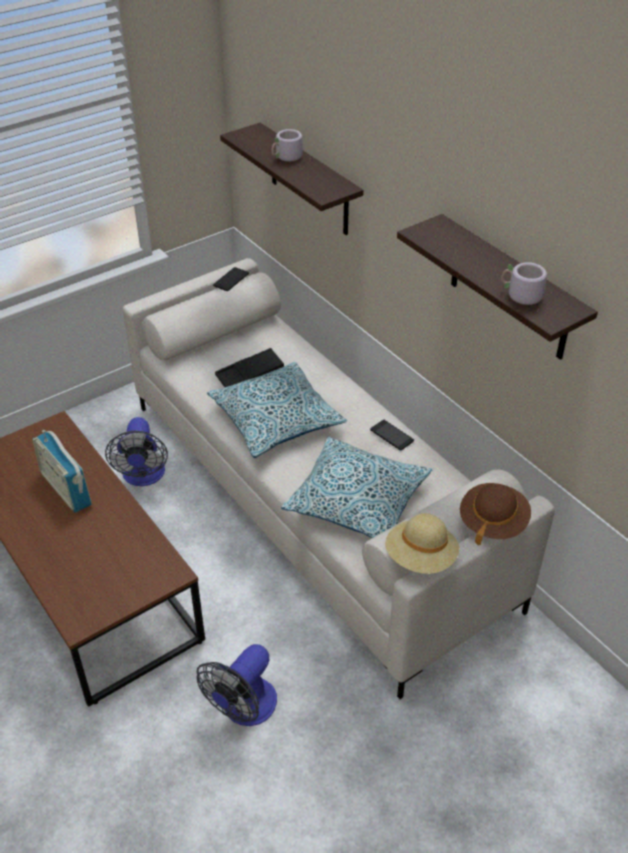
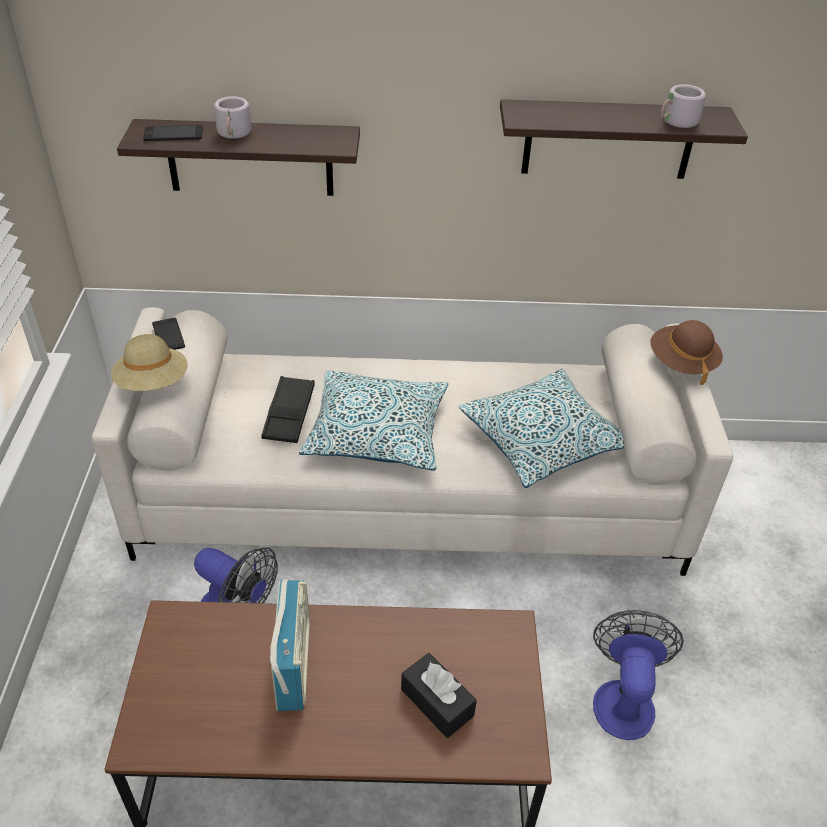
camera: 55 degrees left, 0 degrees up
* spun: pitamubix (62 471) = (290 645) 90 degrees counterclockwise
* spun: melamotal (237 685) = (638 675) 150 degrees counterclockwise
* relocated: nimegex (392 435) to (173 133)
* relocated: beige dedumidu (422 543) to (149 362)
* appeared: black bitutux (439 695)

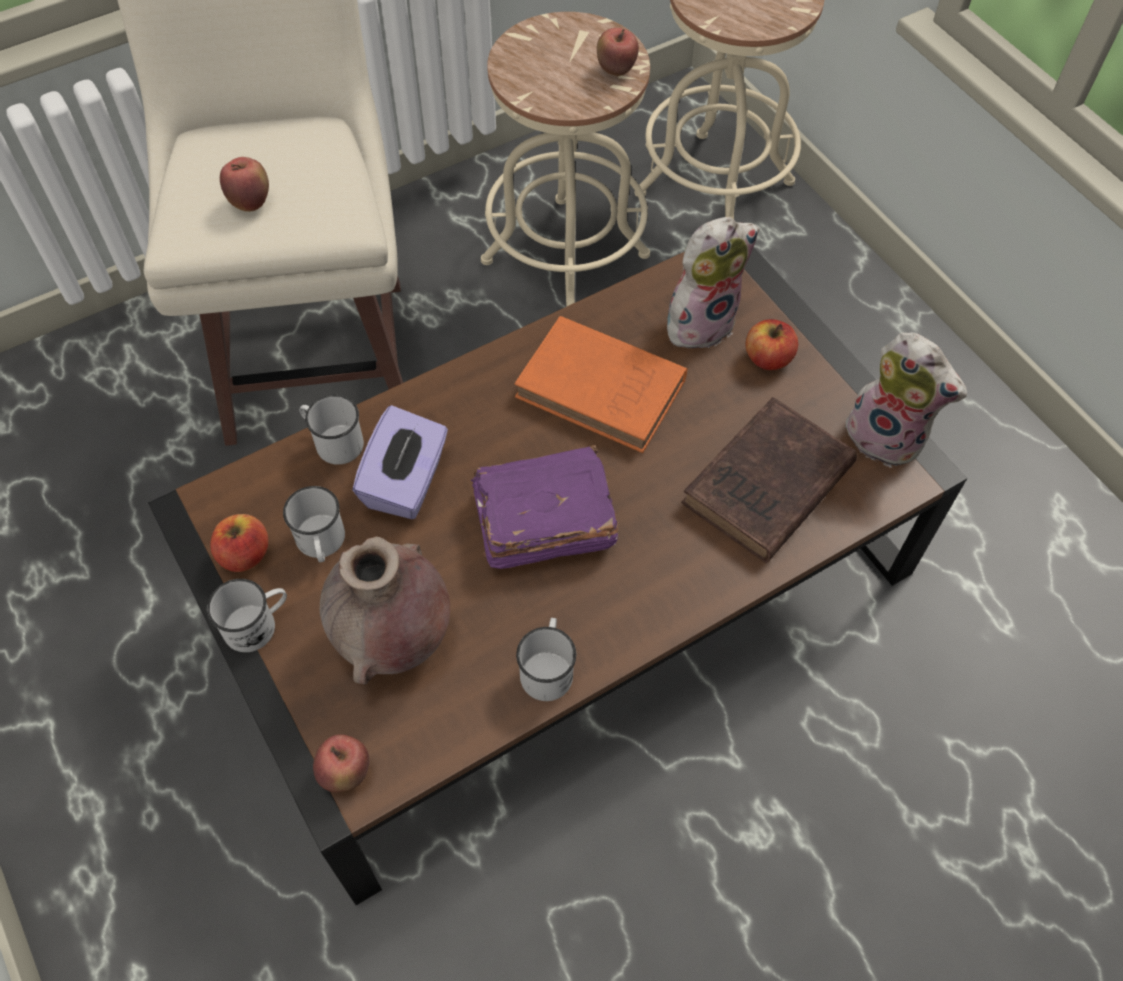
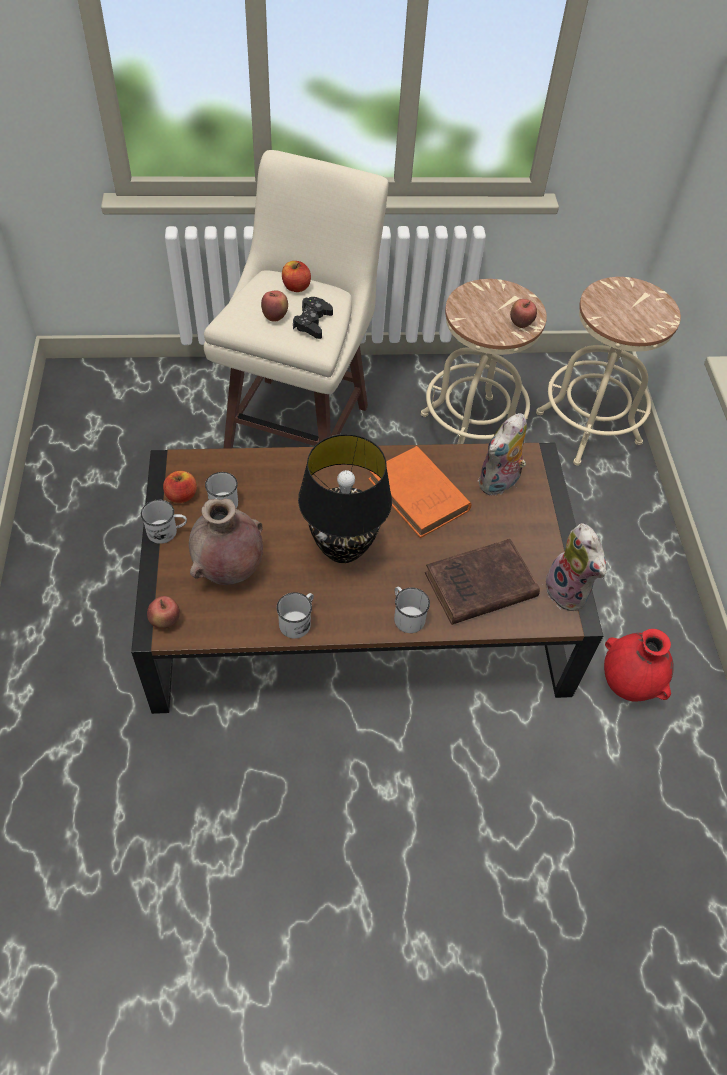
camera: 25 degrees right, 5 degrees down
* relocated: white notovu (331 430) to (412 610)
* missing: purple bitutux (400 462)
* exchanged: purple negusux (544 507) to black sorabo (345 498)
* spun: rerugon (713 284) = (502 454) 135 degrees clockwise
* relocated: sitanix (772 344) to (296 276)
* appeared: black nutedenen (313 318)
* appeared: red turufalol (639 665)

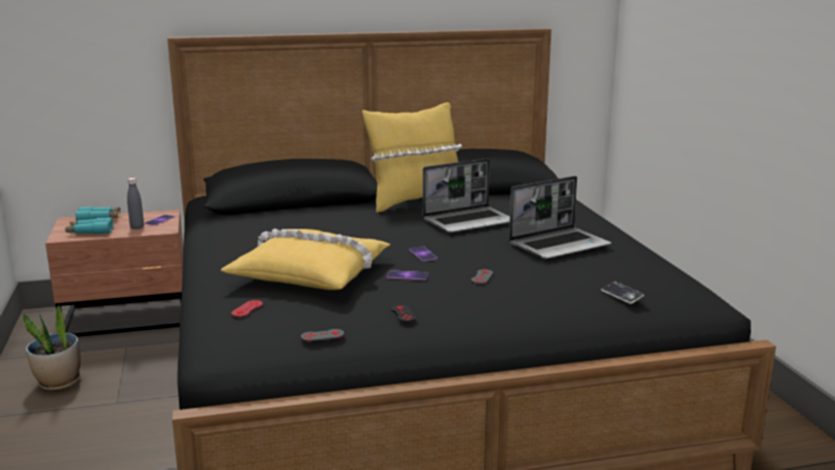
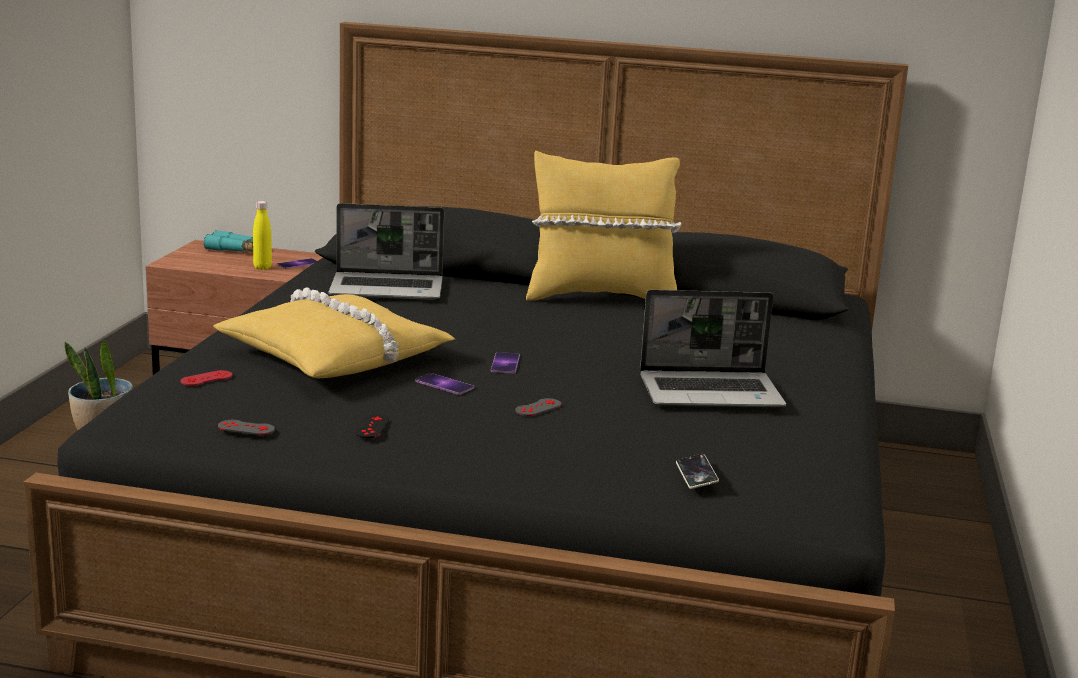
camera: 25 degrees right, 0 degrees up
* missing: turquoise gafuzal (89 225)
* colour: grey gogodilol (135 203) to yellow gogodilol (262 235)
* relocated: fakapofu (466 195) to (386 251)

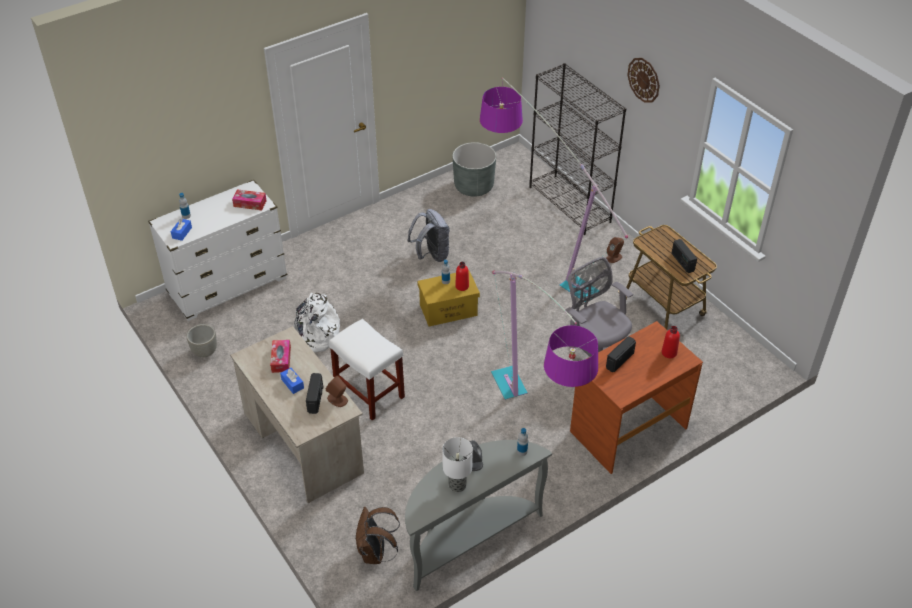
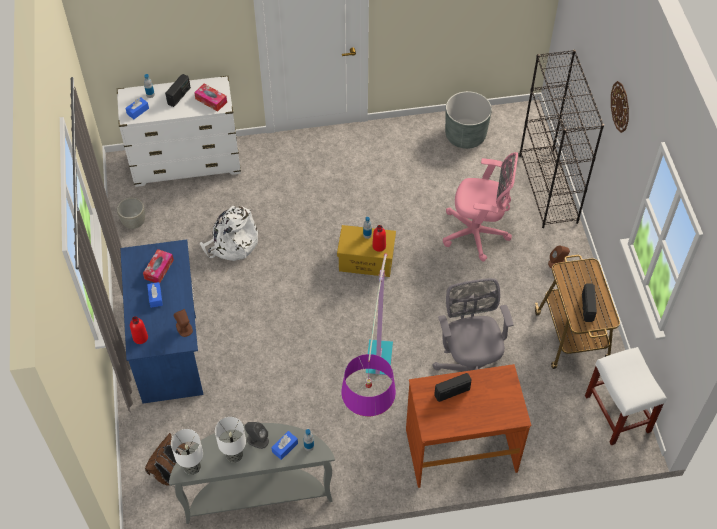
camera: 25 degrees right, 10 degrees up
* colour: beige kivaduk (297 414) to blue kivaduk (161 321)
* relocated: pitamubix (314 393) to (178 90)
* relocated: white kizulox (367 370) to (626 396)
* missing: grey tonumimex (428 235)
* exchanged: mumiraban (554 189) to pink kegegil (480 207)
* relocated: red gogodilol (671 342) to (139 330)
* appeared: sorabo (187 452)
* appeared: blue bitutux (284 445)

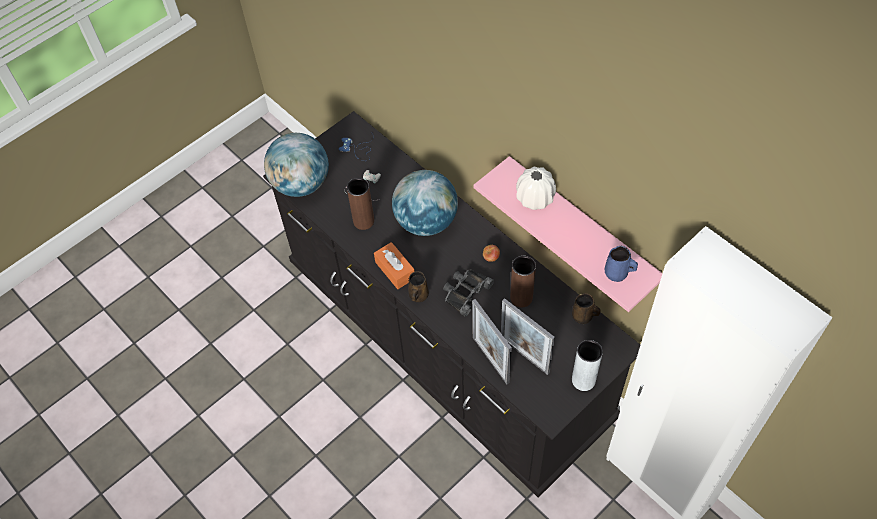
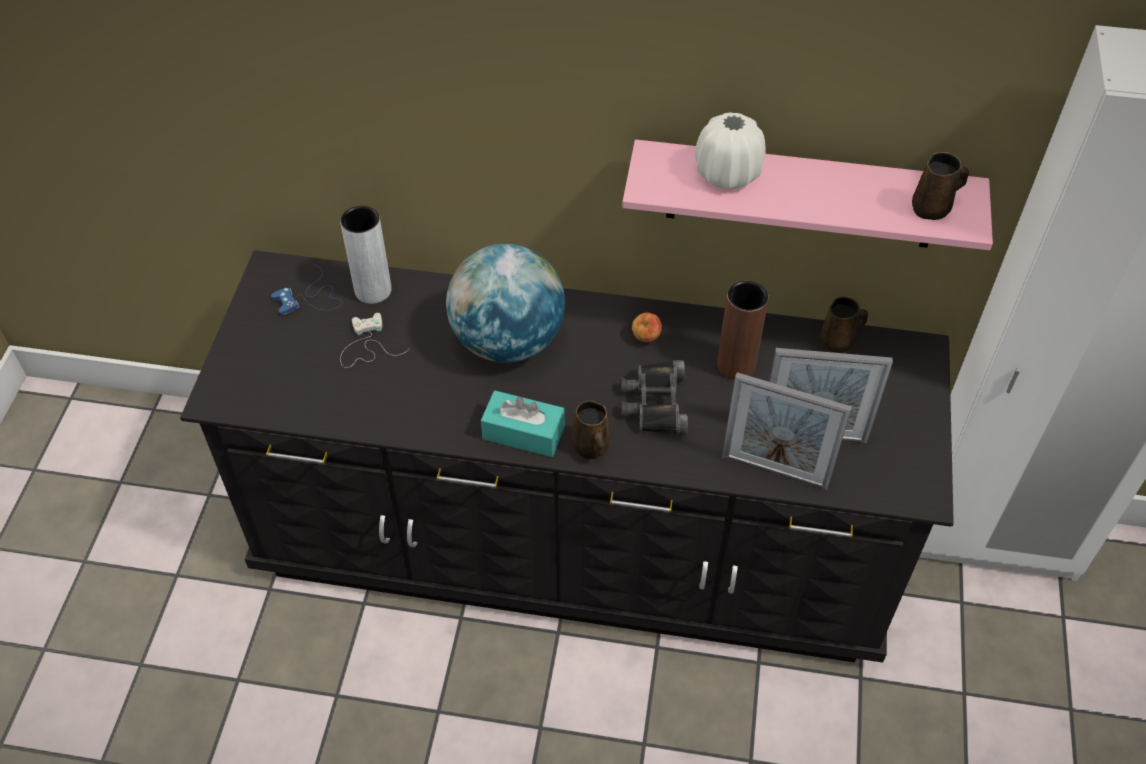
camera: 40 degrees left, 5 degrees down
* missing: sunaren (296 165)
* missing: brown turufalol (360 204)
* colour: orange bitutux (394 265) to turquoise bitutux (523 423)
* relocated: grey turufalol (587 365) to (365 255)
* colour: blue notovu (621 264) to brown notovu (940 186)

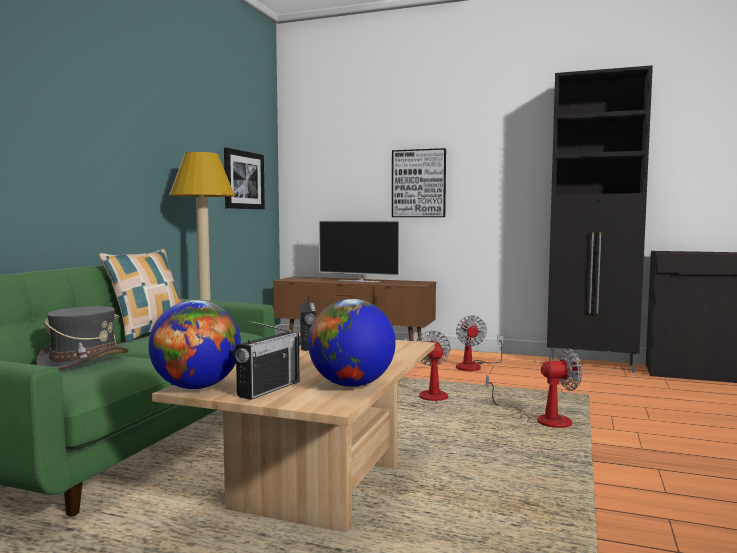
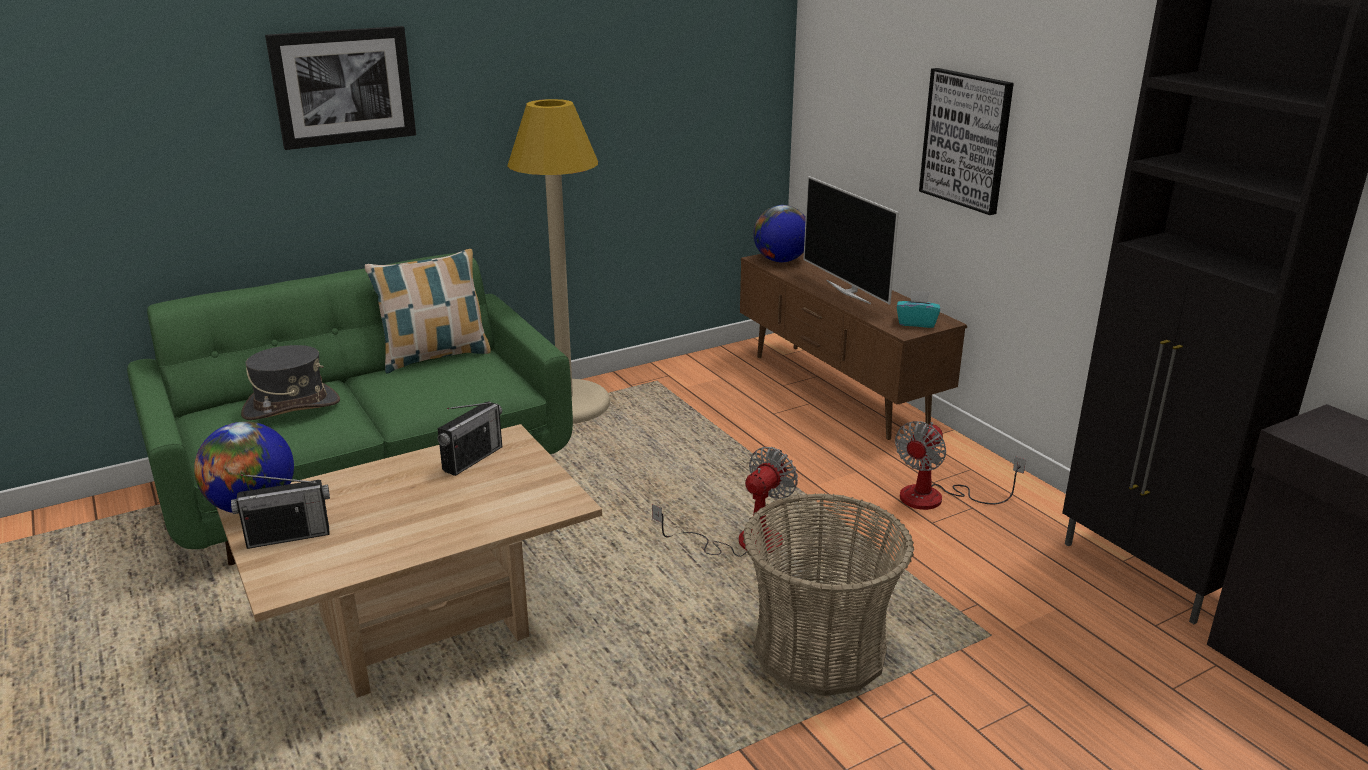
camera: 40 degrees right, 20 degrees up
* relocated: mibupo (244 178) to (340 88)
* relocated: sunaren (352 343) to (780 233)
* exchanged: melamotal (534 388) to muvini (828 594)
* appeared: turquoise bitutux (918 309)

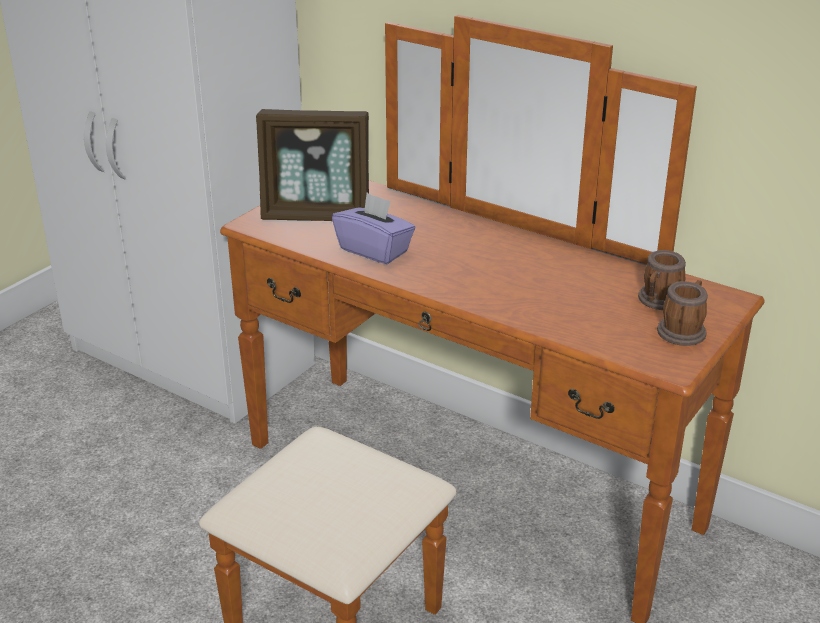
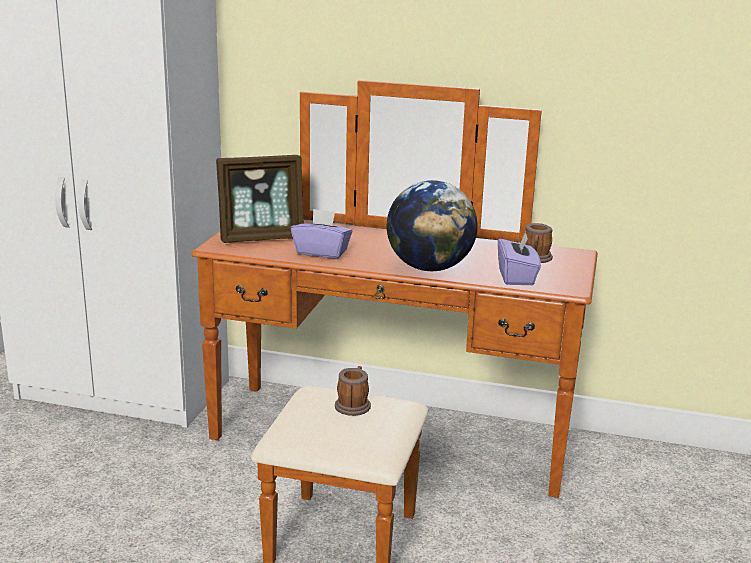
camera: 20 degrees left, 10 degrees down
* relocated: notovu (682 313) to (353 391)
* appeared: sunaren (432 225)
* appeared: purple bitutux (519 258)

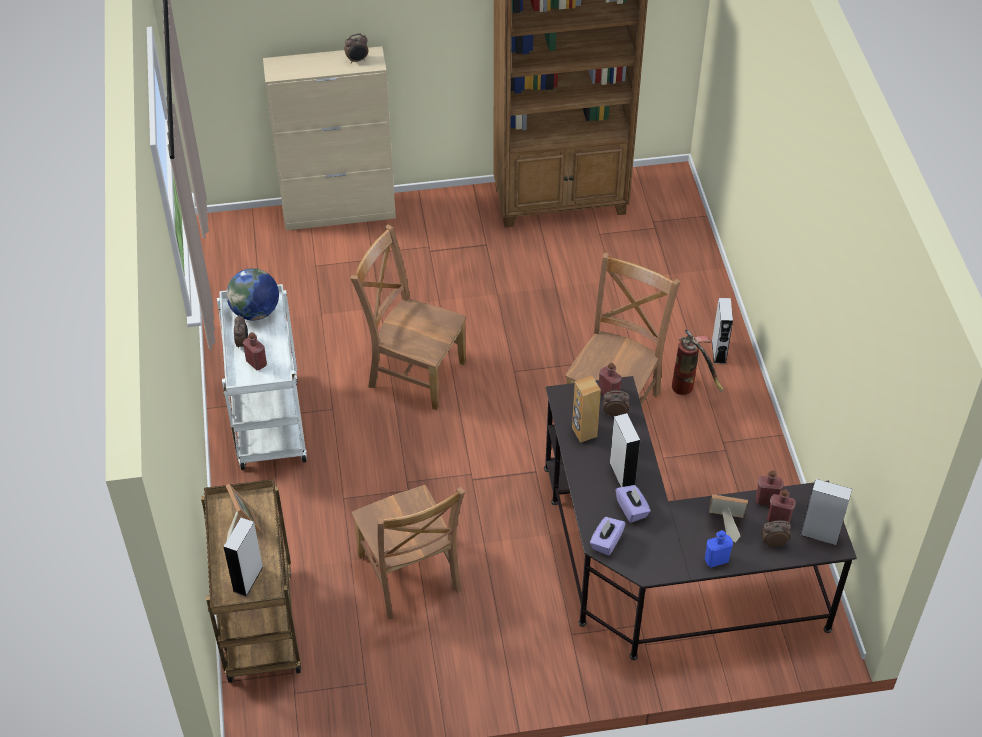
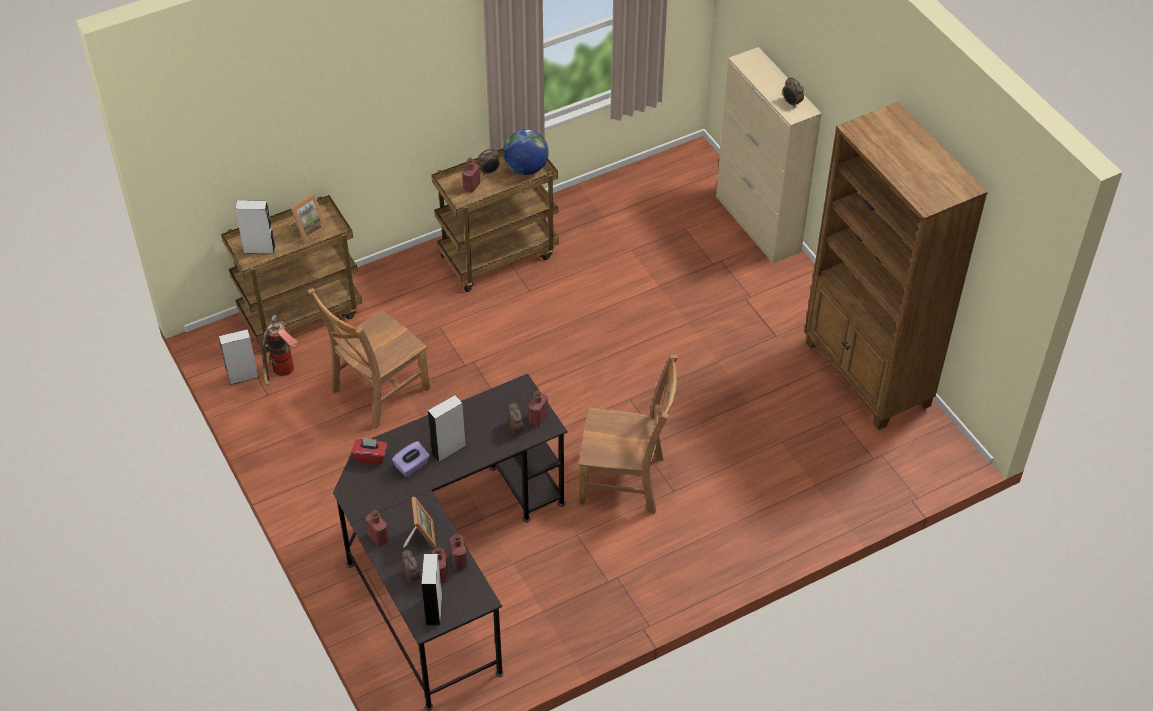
camera: 70 degrees right, 0 degrees up
* colour: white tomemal (262 377) to brown tomemal (495 220)
* missing: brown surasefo (408 317)
* missing: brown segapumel (586 409)
* colour: purple bitutux (608 536) to red bitutux (369 451)
* relocated: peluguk (697 362) to (280 350)
* colour: blue gogodilol (719 549) to red gogodilol (377 528)
* relocated: grey segapumel (722 331) to (239 357)

